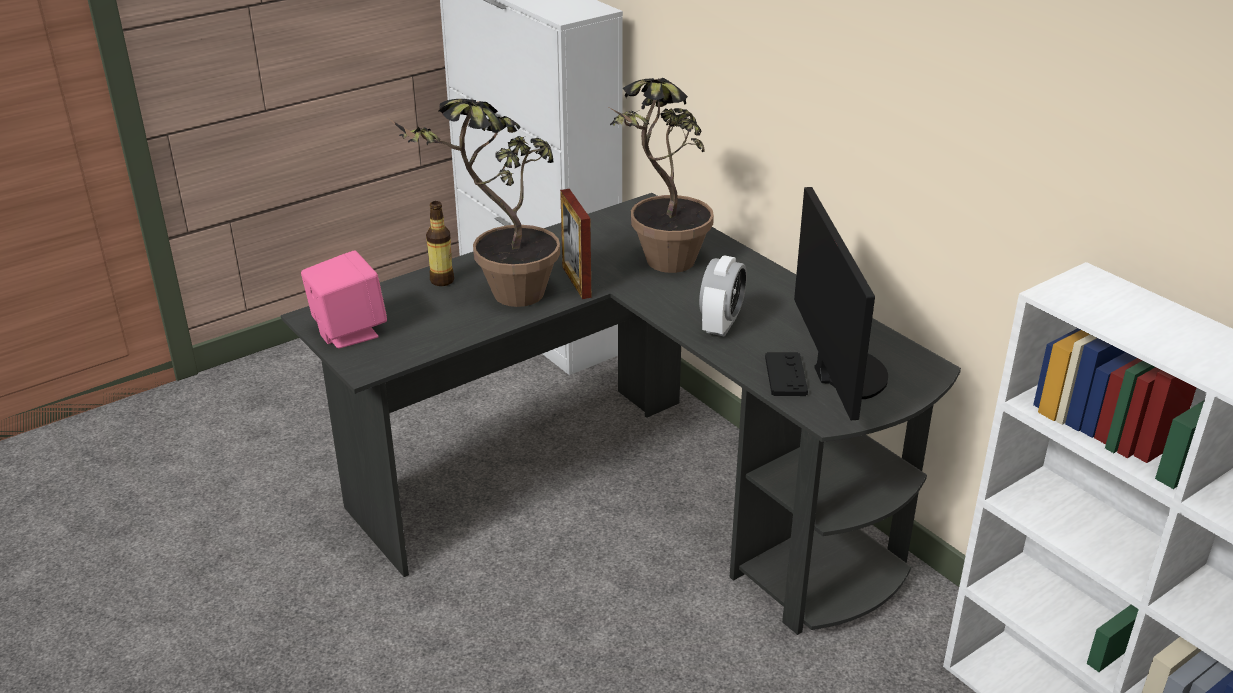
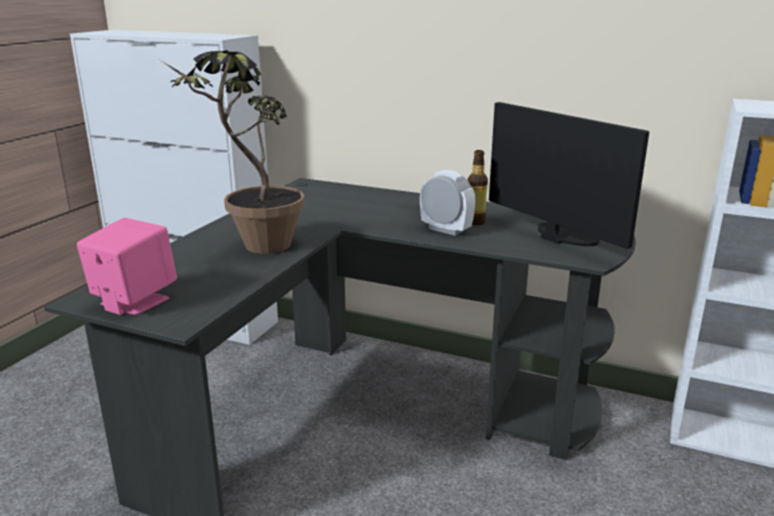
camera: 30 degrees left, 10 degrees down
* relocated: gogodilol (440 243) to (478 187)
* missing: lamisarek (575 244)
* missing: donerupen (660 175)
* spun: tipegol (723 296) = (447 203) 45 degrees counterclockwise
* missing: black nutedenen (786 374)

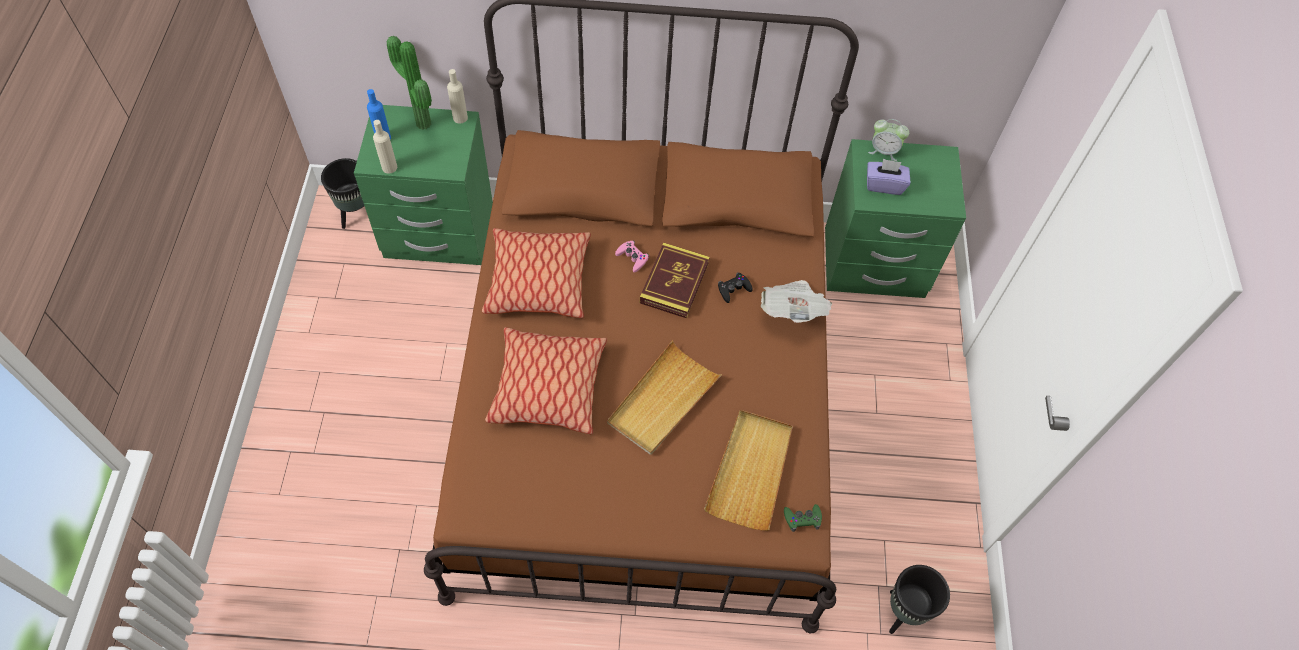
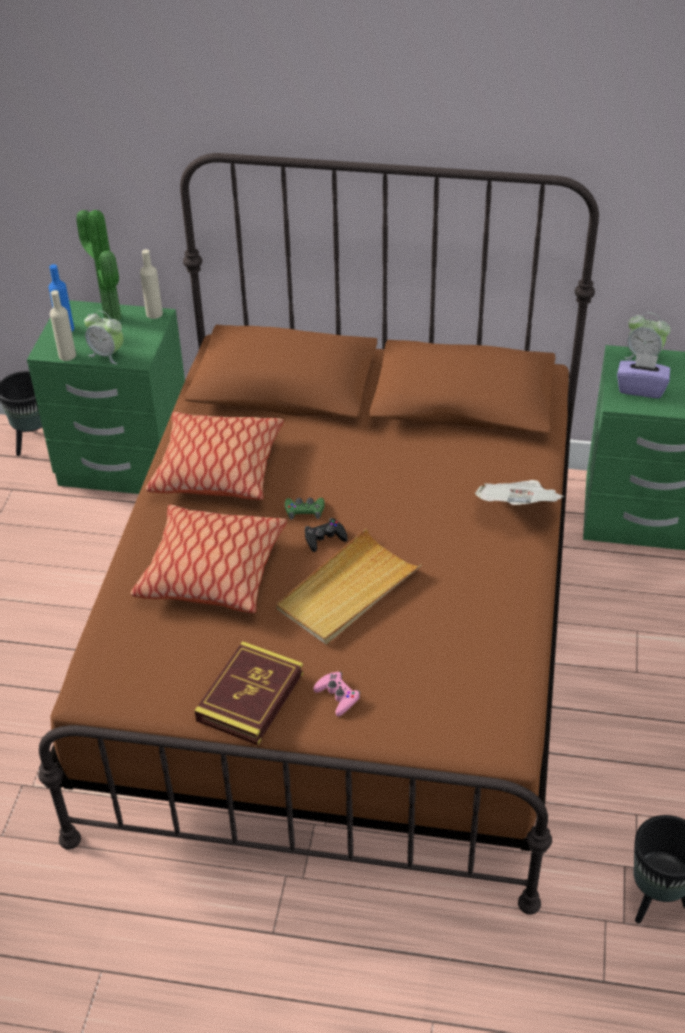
camera: 10 degrees right, 15 degrees down
* relocated: pink nutedenen (632 256) to (336 694)
* relocated: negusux (675 280) to (248 693)
* missing: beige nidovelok (748 470)
* relocated: black nutedenen (735 287) to (326 535)
* relocated: green nutedenen (803 518) to (305 509)
* appeared: tipegol (104 337)

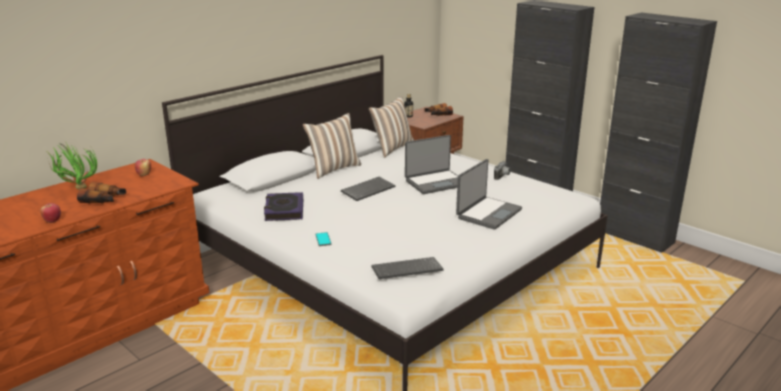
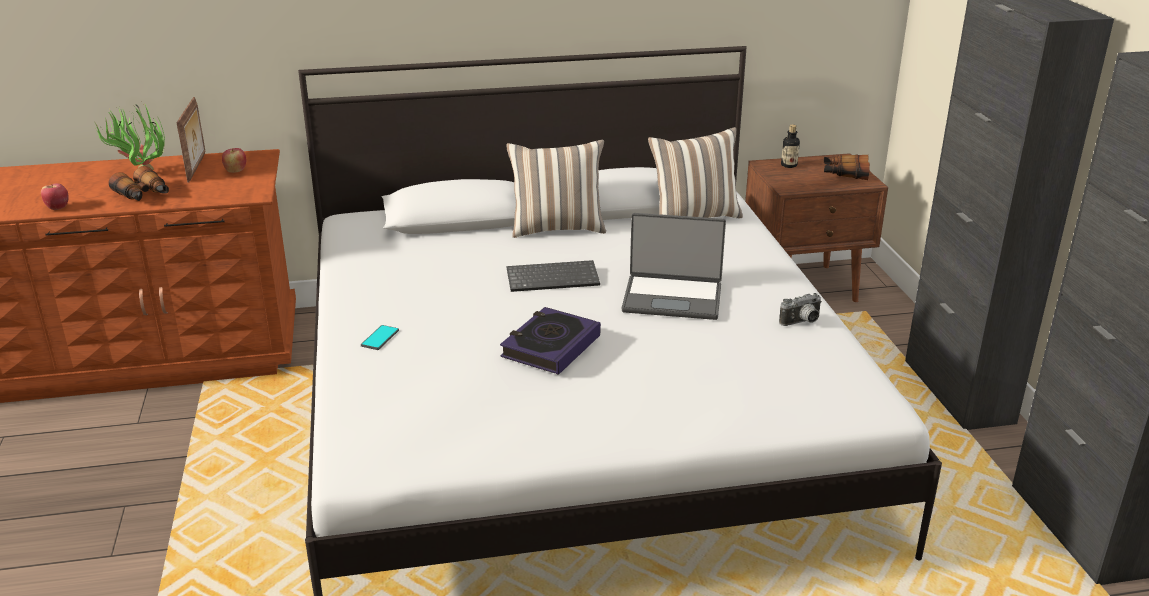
camera: 35 degrees right, 5 degrees up
* relocated: negusux (283 206) to (550 341)
* missing: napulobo (408 268)
* missing: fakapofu (489 194)
* appeared: lamisarek (190 139)

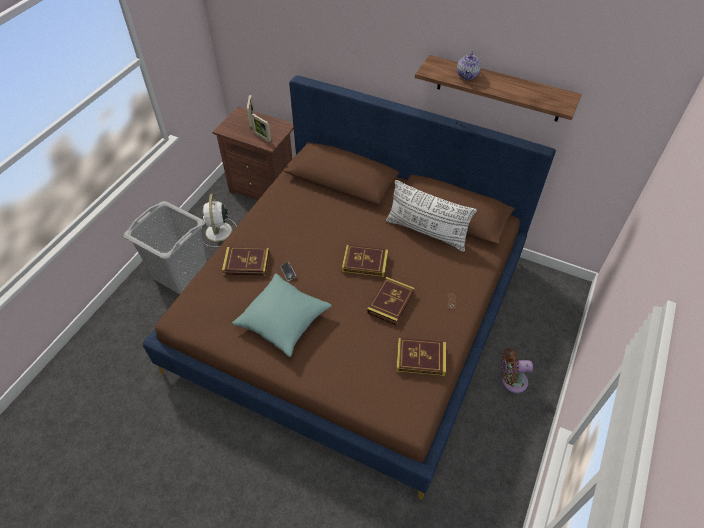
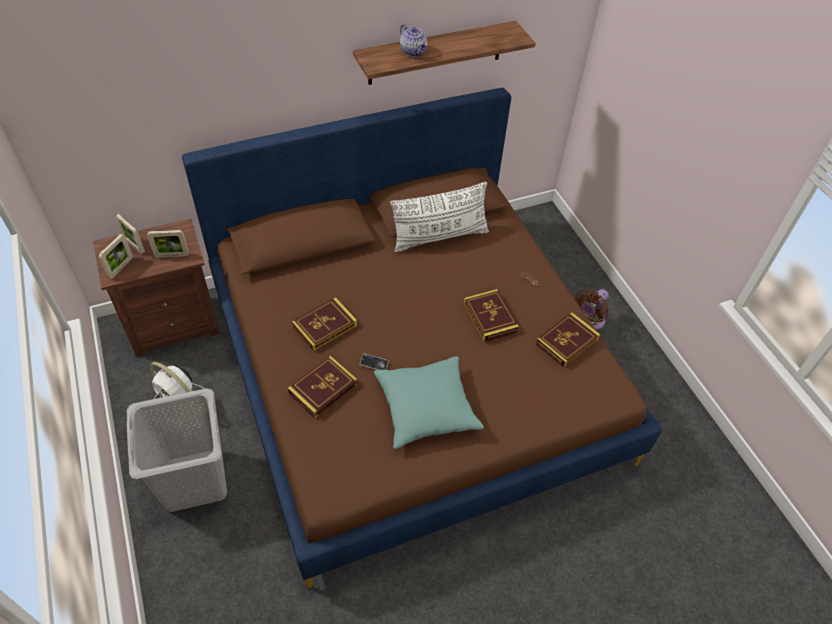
camera: 50 degrees left, 0 degrees up
* relocated: negusux (365 261) to (324 324)
* appeared: lamisarek (116 256)

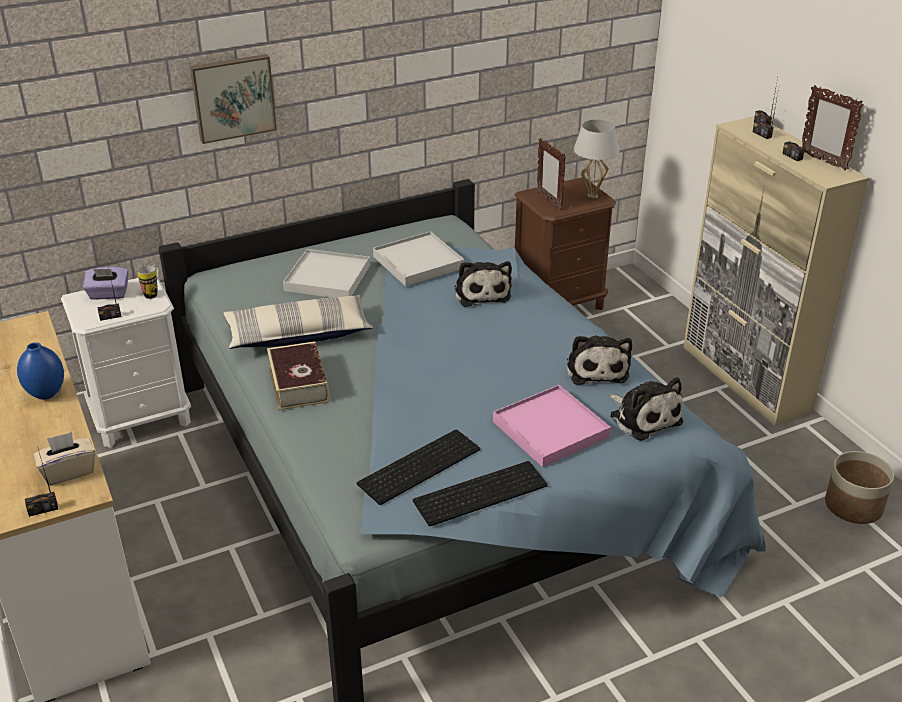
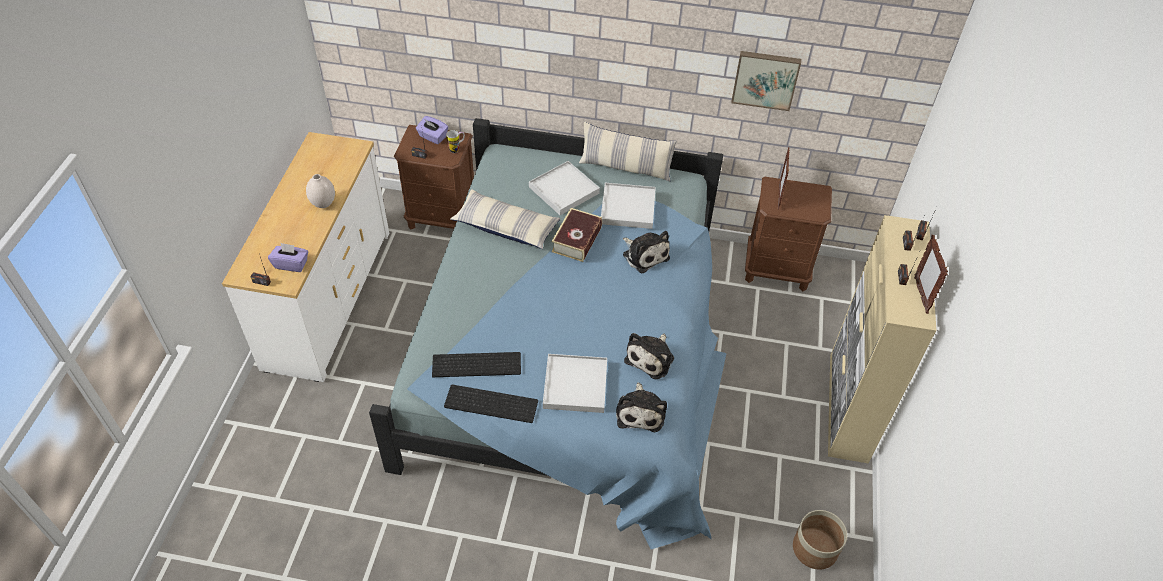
camera: 35 degrees right, 15 degrees up
* colour: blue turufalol (40 371) to white turufalol (320 191)
* colour: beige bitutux (64 459) to purple bitutux (288 257)
* colour: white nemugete (126 361) to brown nemugete (434 177)
* relocated: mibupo (233 99) to (766 81)
* relocated: negusux (298 375) to (576 235)
* spun: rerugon (483 284) = (646 252) 60 degrees counterclockwise
* colour: pink nidovelok (552 426) to white nidovelok (575 383)
* missing: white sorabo (596 159)
* appeared: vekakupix (628 151)

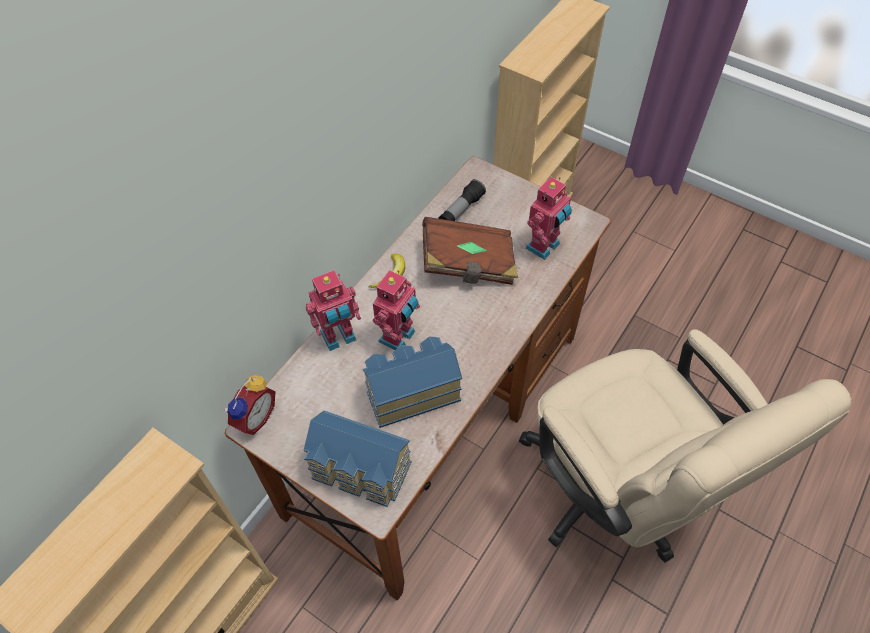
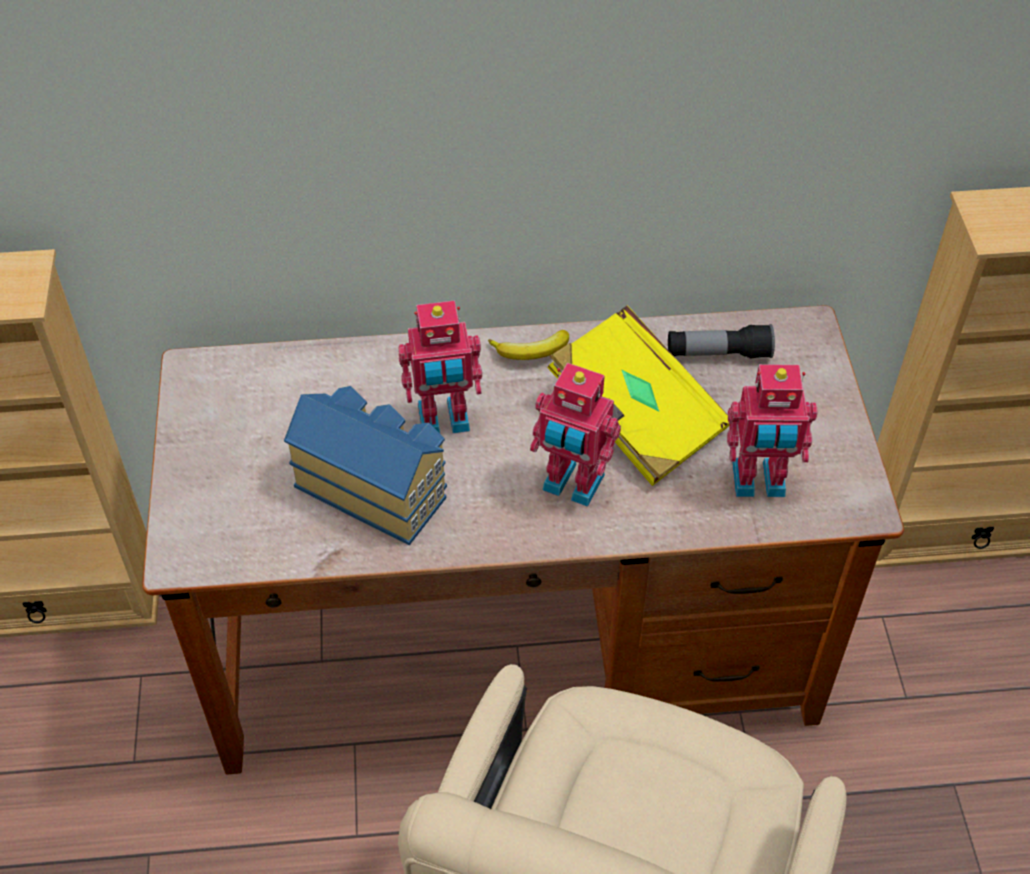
camera: 50 degrees right, 5 degrees down
* missing: tipegol (250 405)
* missing: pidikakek (357 459)
* relocated: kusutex (333 310) to (575 435)
* colour: brown negusux (470 251) to yellow negusux (638 396)

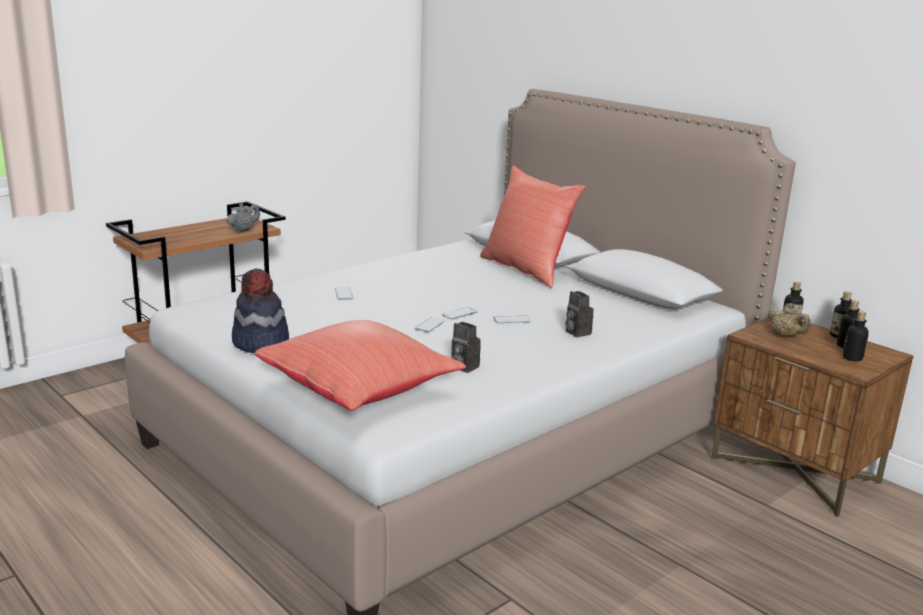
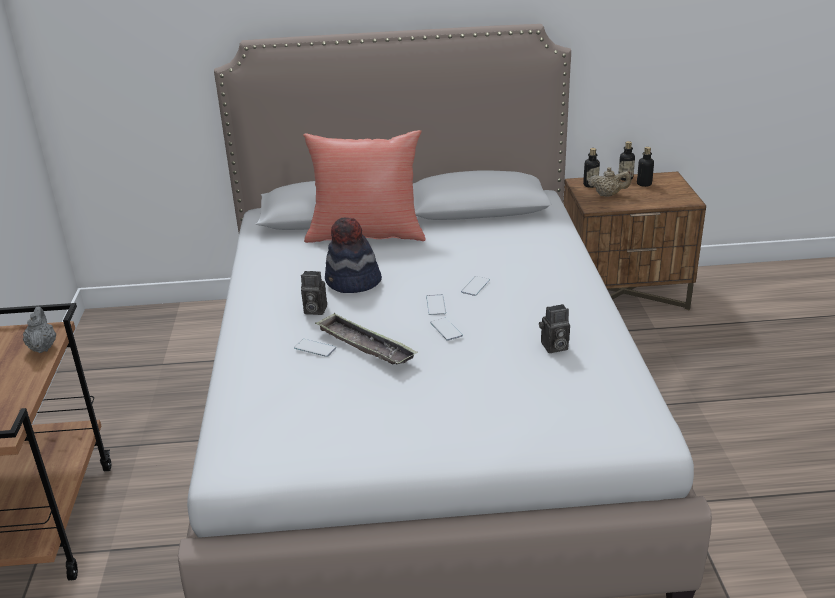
camera: 50 degrees left, 10 degrees up
* relocated: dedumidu (260 310) to (353 255)
* missing: red vekakupix (360 365)
* relocated: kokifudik (579 314) to (314 293)
* missing: gogodilol (856 336)
* appeared: nidovelok (366 338)

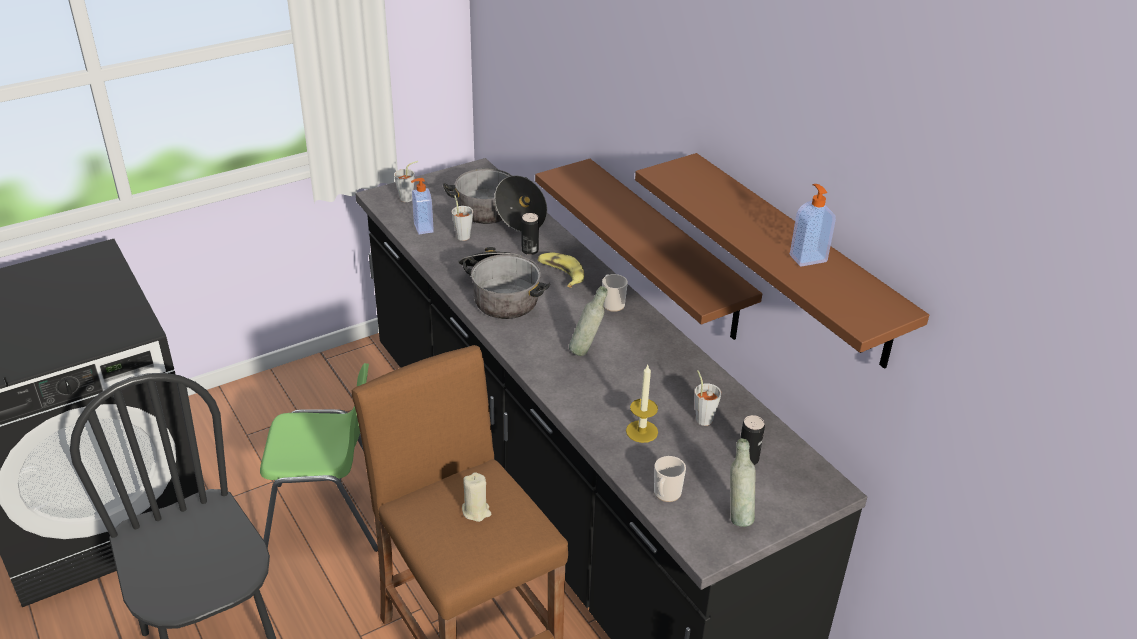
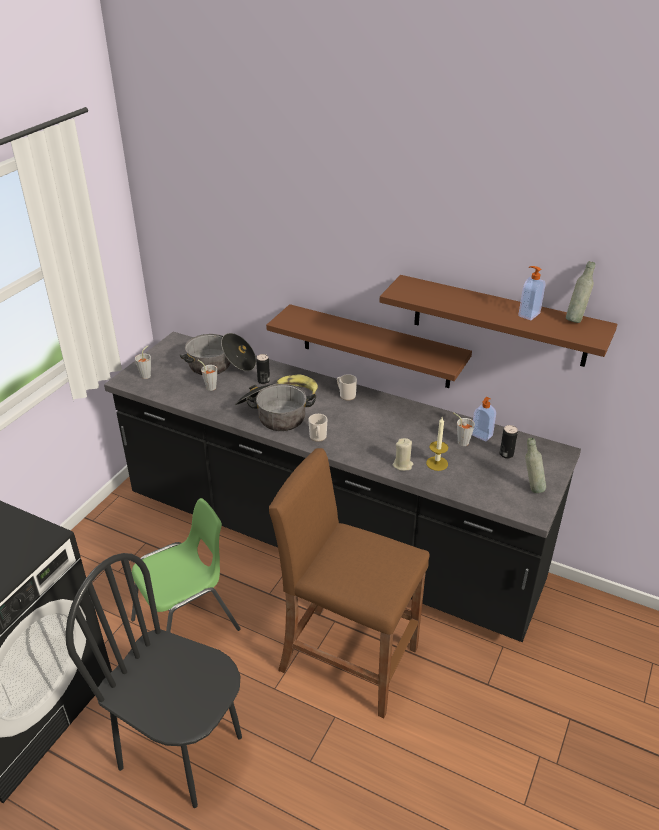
camera: 30 degrees left, 0 degrees up
* relocated: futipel (422 206) to (484 419)
* relocated: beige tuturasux (476 497) to (403 454)
* relocated: grey gogodilol (588 321) to (580 292)
* relocated: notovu (670 479) to (318 428)

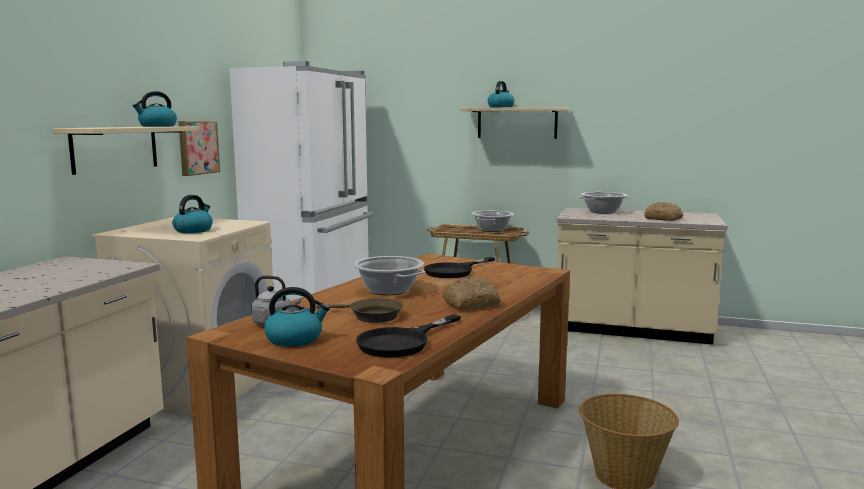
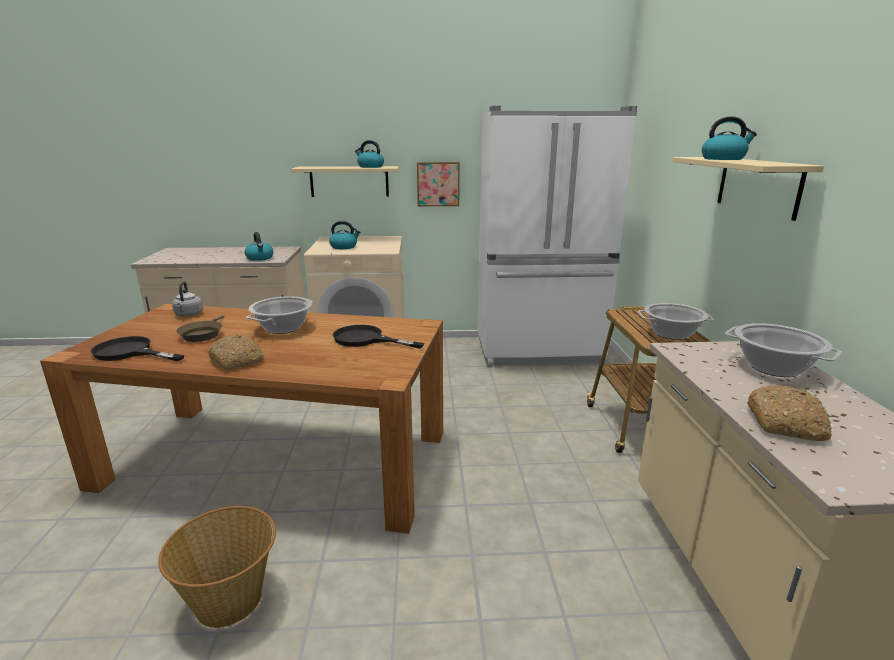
camera: 70 degrees right, 10 degrees up
* relocated: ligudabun (297 317) to (259 246)

